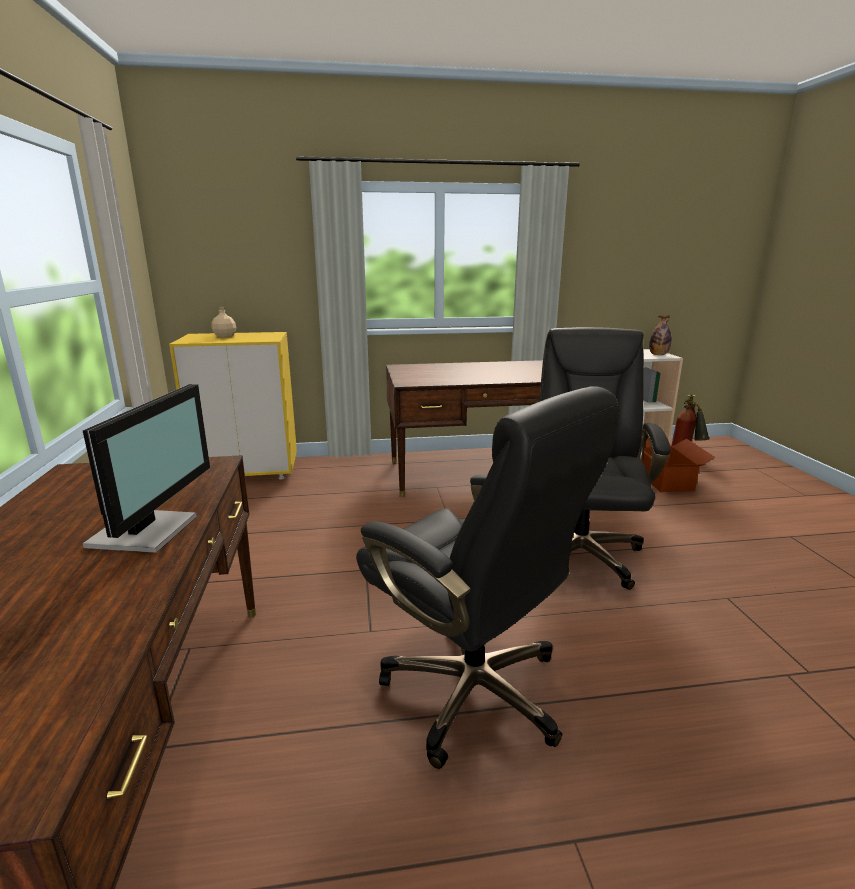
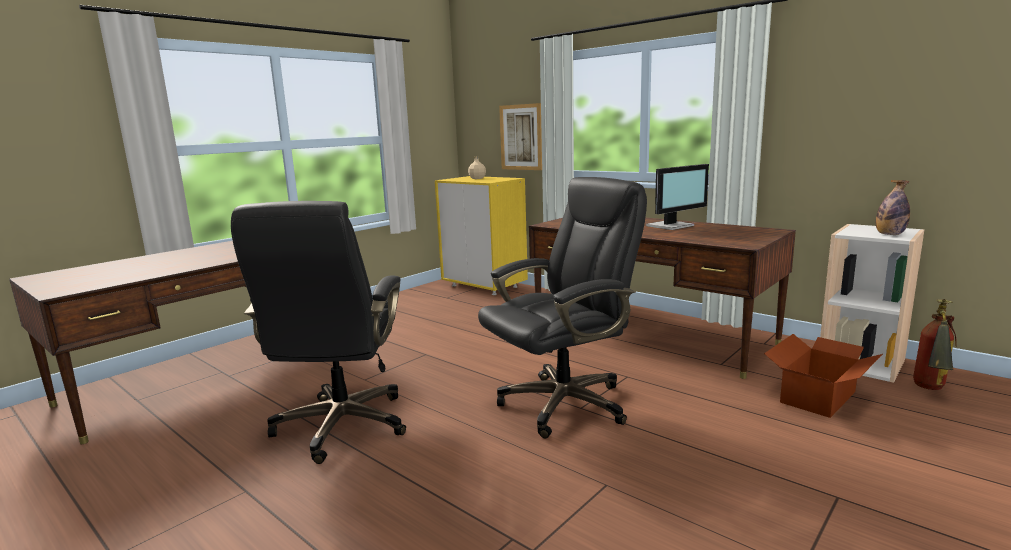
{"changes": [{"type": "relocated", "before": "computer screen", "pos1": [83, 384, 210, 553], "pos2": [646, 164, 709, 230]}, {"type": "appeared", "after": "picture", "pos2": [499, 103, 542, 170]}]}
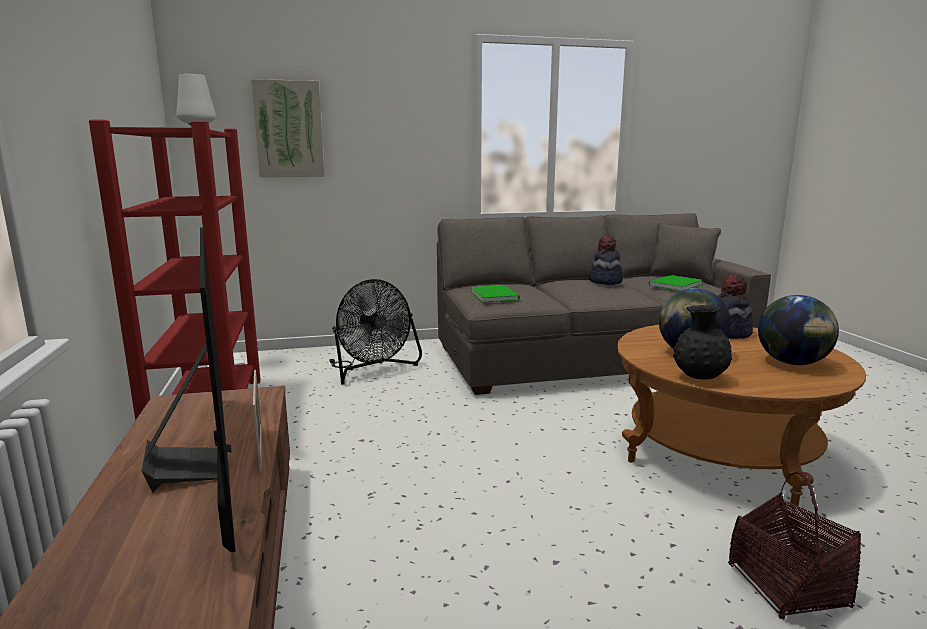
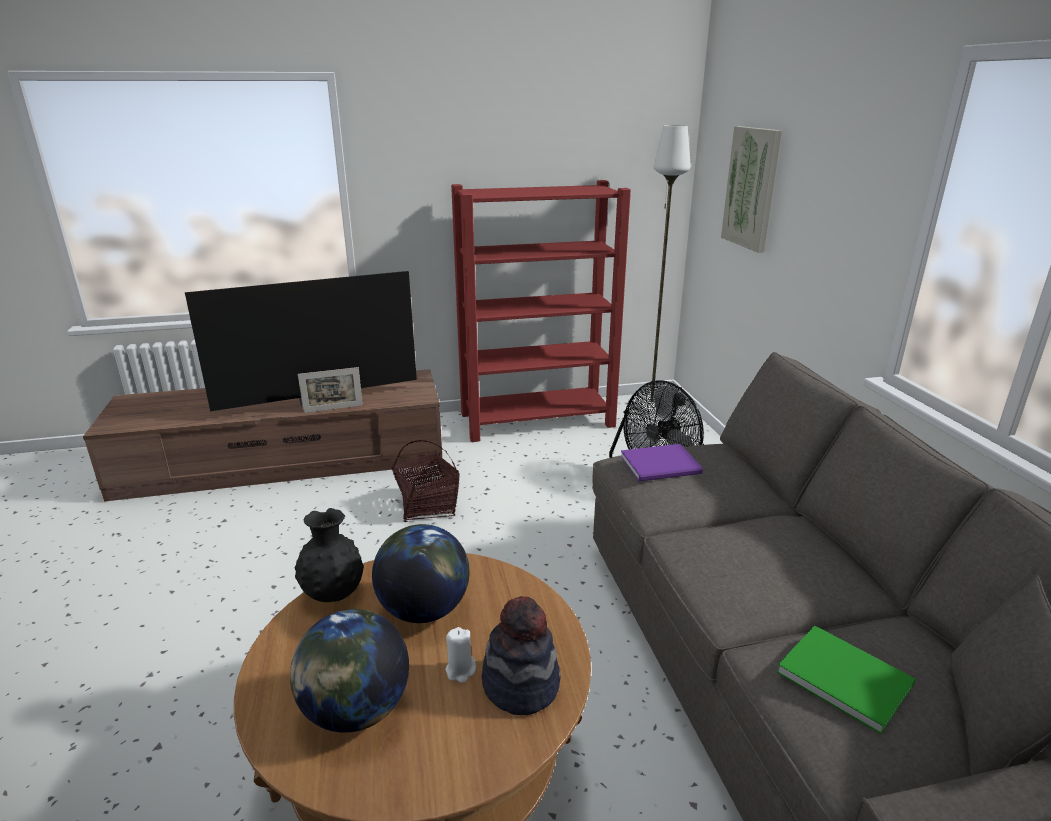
{"changes": [{"type": "missing", "before": "clothing hat", "pos1": [589, 235, 623, 285]}, {"type": "colour", "before": "green-coloured volume", "after": "purple-coloured volume", "pos1": [471, 285, 520, 302], "pos2": [620, 444, 703, 481]}, {"type": "relocated", "before": "household basket", "pos1": [728, 471, 861, 619], "pos2": [391, 440, 460, 522]}, {"type": "appeared", "after": "white-coloured wax candle", "pos2": [445, 627, 476, 683]}]}
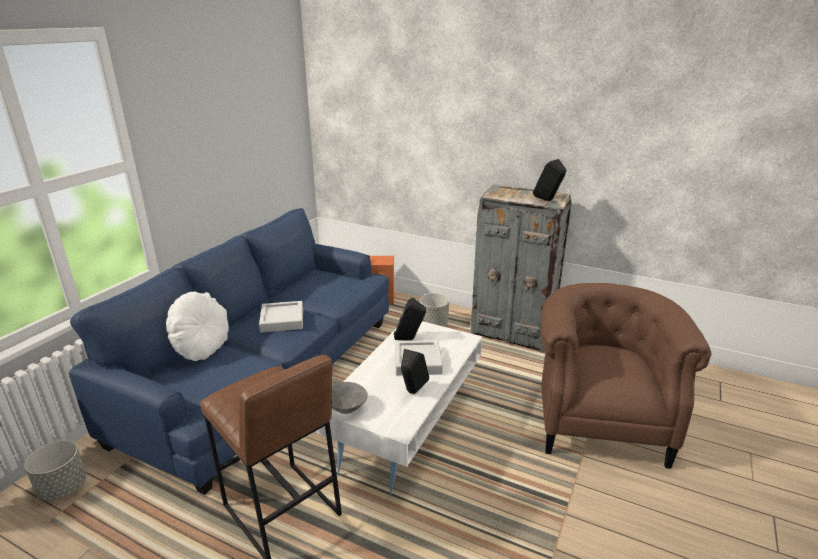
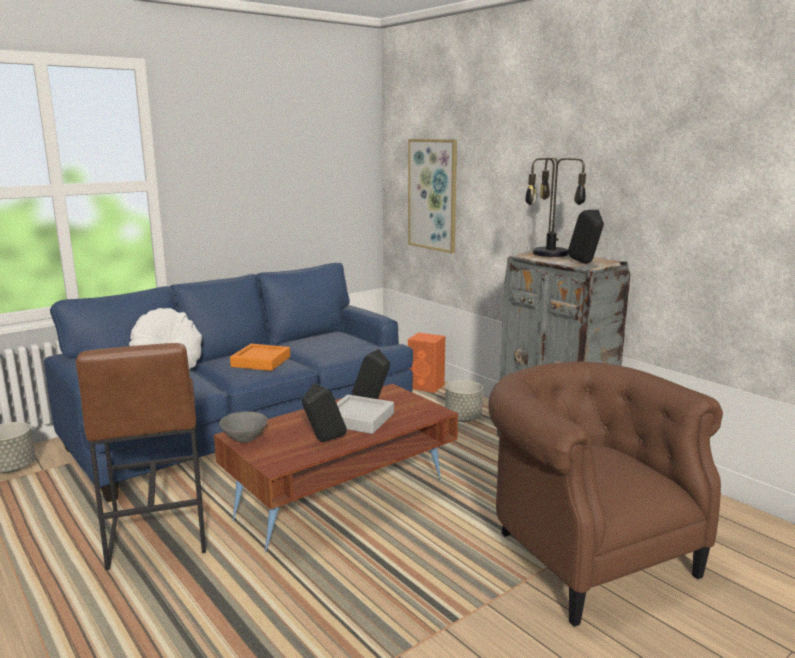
{"changes": [{"type": "spun", "before": "brownish armchair", "pos1": [541, 283, 712, 469], "pos2": [488, 361, 723, 627], "turn": -60}, {"type": "colour", "before": "gray serving tray", "after": "orange-coloured serving tray", "pos1": [259, 301, 303, 333], "pos2": [230, 344, 290, 371]}, {"type": "colour", "before": "white-coloured low table", "after": "brownish low table", "pos1": [316, 321, 482, 497], "pos2": [214, 384, 458, 553]}, {"type": "appeared", "after": "picture", "pos2": [408, 139, 457, 253]}, {"type": "appeared", "after": "lamp for a table", "pos2": [525, 157, 586, 257]}]}
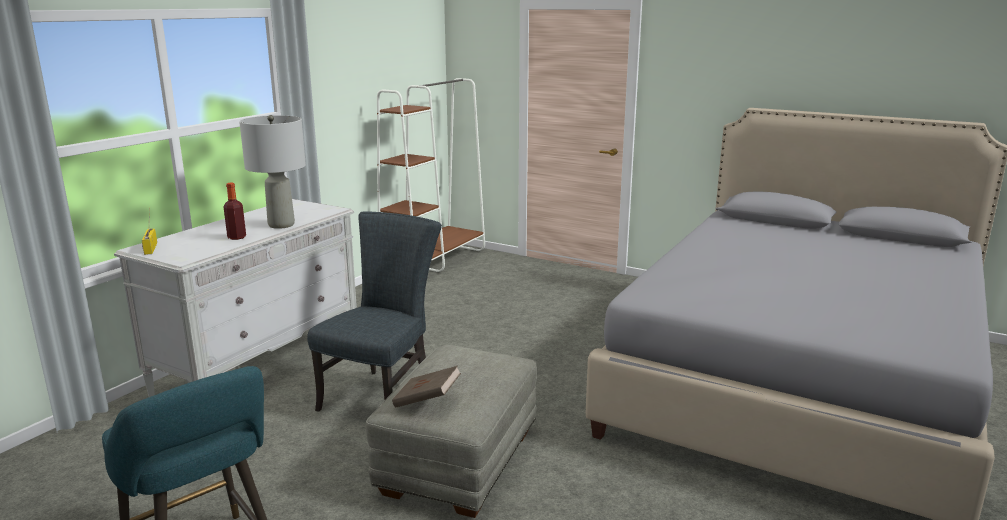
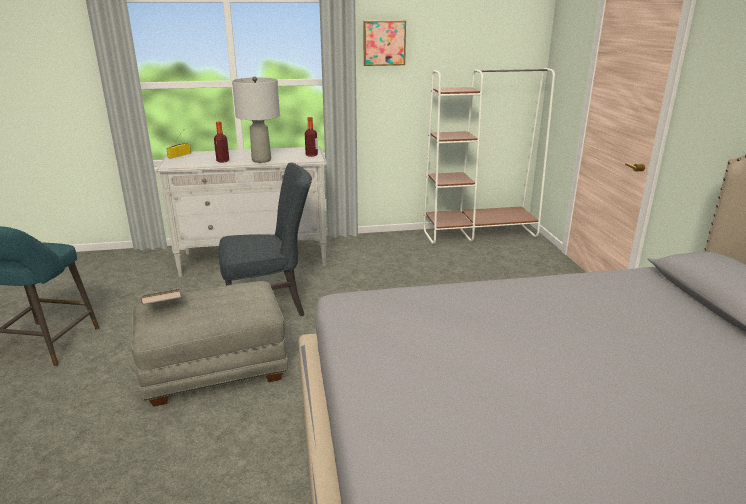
{"changes": [{"type": "appeared", "after": "picture", "pos2": [363, 20, 406, 66]}, {"type": "appeared", "after": "drink bottle", "pos2": [305, 117, 318, 157]}]}
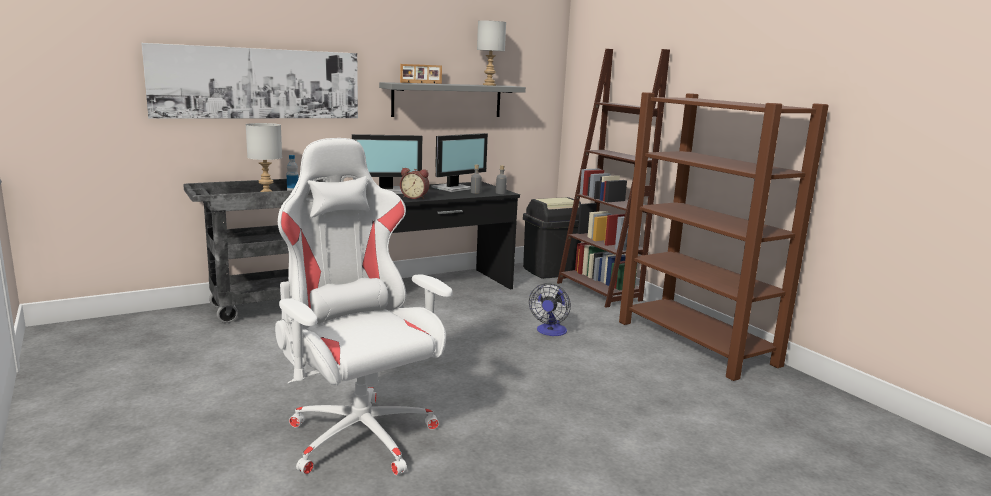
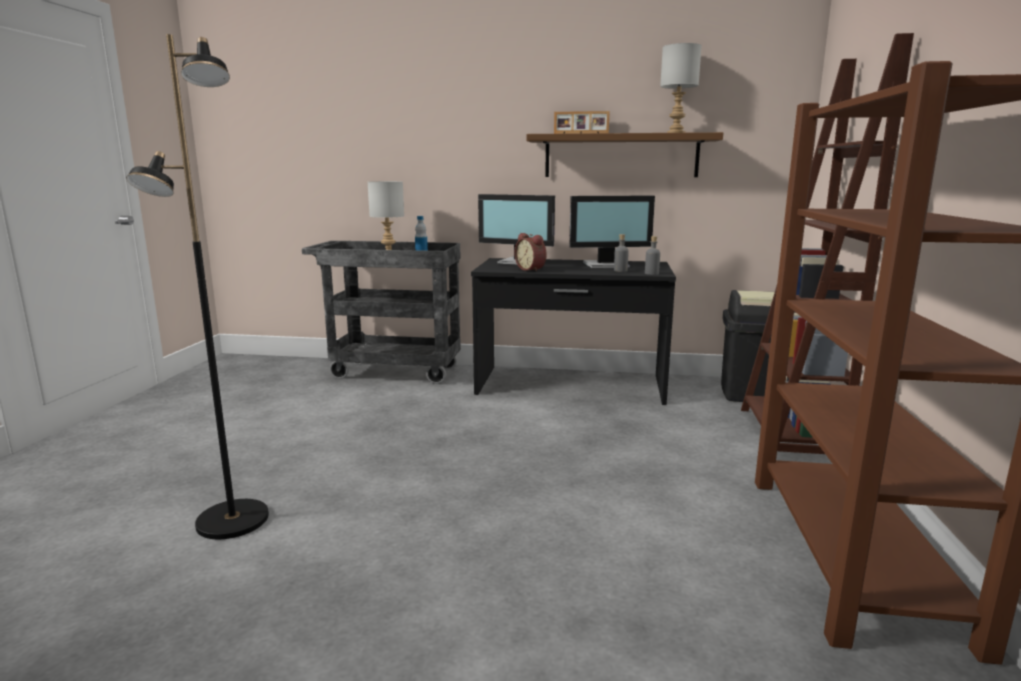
{"changes": [{"type": "missing", "before": "picture", "pos1": [141, 43, 358, 119]}, {"type": "colour", "before": "gray shelf", "after": "brownish shelf", "pos1": [379, 82, 526, 117], "pos2": [526, 132, 723, 177]}, {"type": "exchanged", "before": "white-coloured computer chair", "after": "black-coloured standing lamp", "pos1": [275, 138, 452, 475], "pos2": [126, 34, 269, 539]}, {"type": "missing", "before": "fan", "pos1": [529, 283, 571, 336]}]}
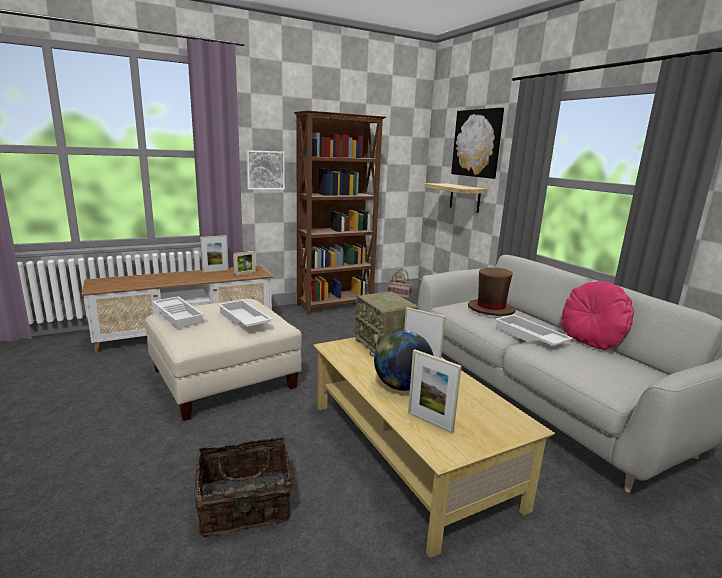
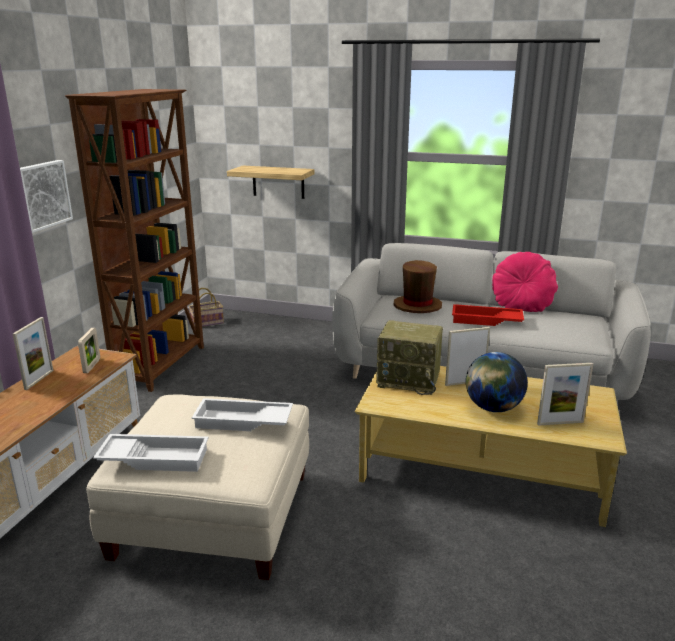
{"changes": [{"type": "missing", "before": "picture", "pos1": [451, 107, 504, 179]}, {"type": "colour", "before": "white-coloured serving tray", "after": "reddish serving tray", "pos1": [495, 314, 573, 346], "pos2": [452, 304, 524, 326]}, {"type": "missing", "before": "household basket", "pos1": [195, 437, 293, 537]}]}
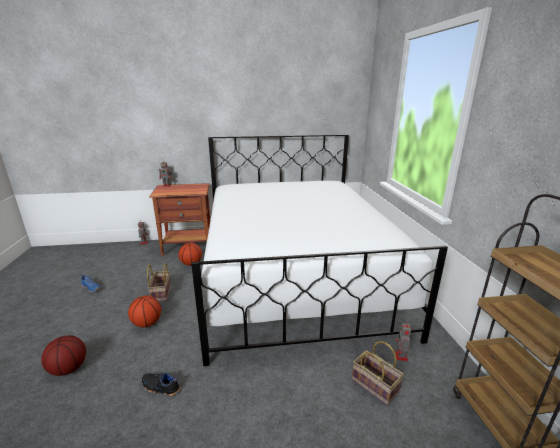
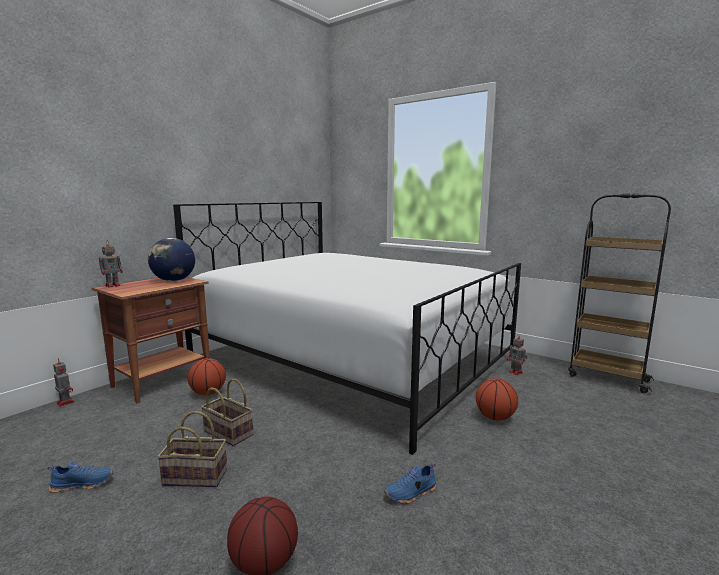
{"changes": [{"type": "relocated", "before": "basketball ball", "pos1": [128, 296, 161, 327], "pos2": [476, 378, 518, 421]}, {"type": "relocated", "before": "household basket", "pos1": [352, 341, 404, 406], "pos2": [157, 411, 227, 487]}, {"type": "colour", "before": "black-coloured low shoe", "after": "blue low shoe", "pos1": [142, 373, 181, 396], "pos2": [384, 463, 437, 504]}, {"type": "appeared", "after": "desk globe", "pos2": [148, 238, 195, 281]}]}
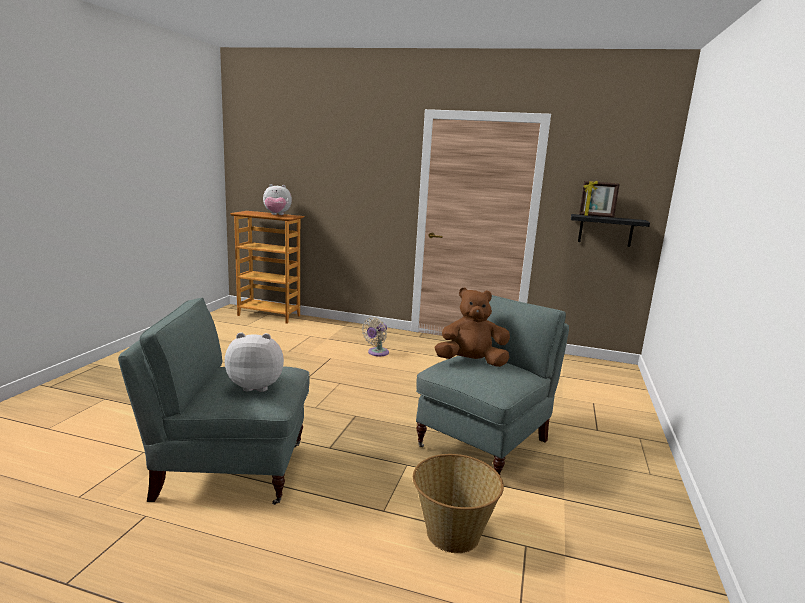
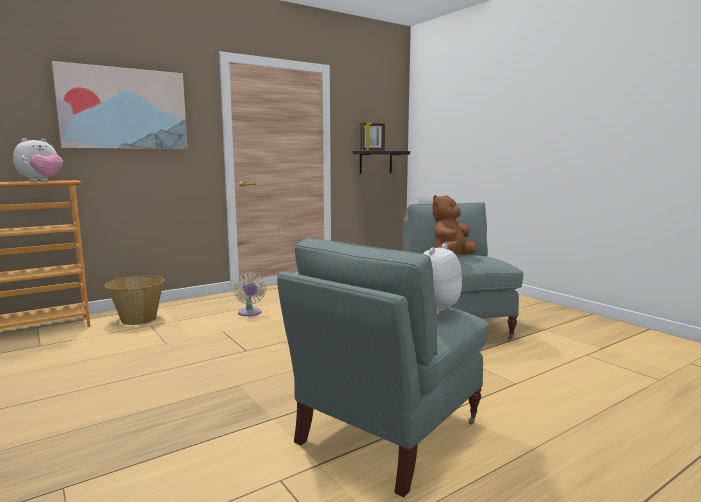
{"changes": [{"type": "relocated", "before": "household basket", "pos1": [413, 454, 504, 553], "pos2": [104, 276, 164, 325]}, {"type": "appeared", "after": "picture", "pos2": [52, 61, 188, 149]}]}
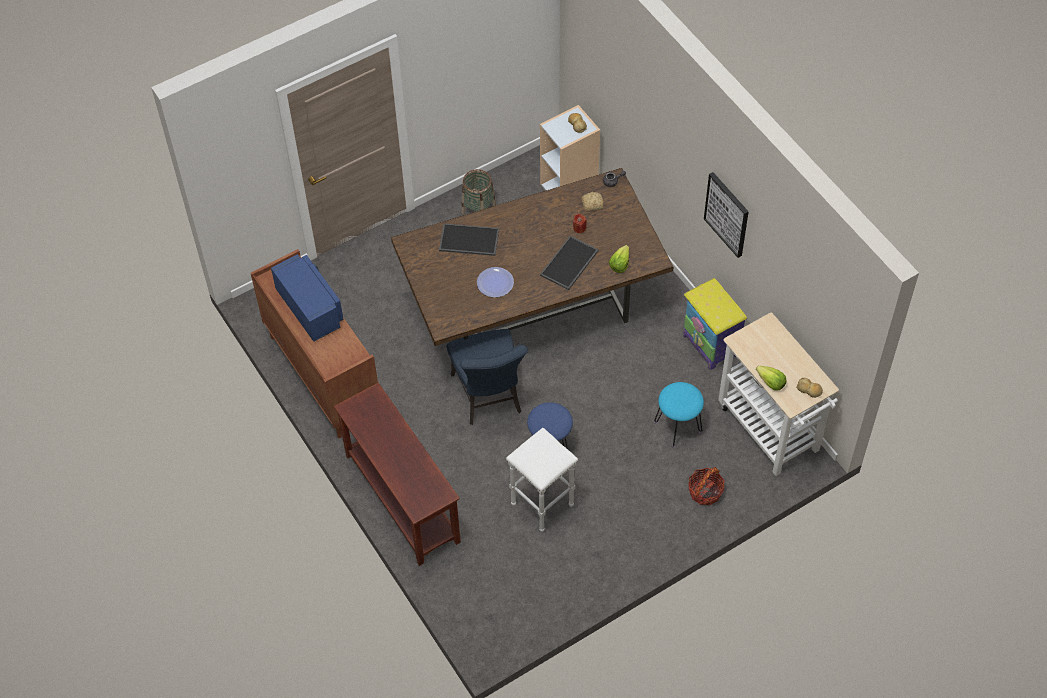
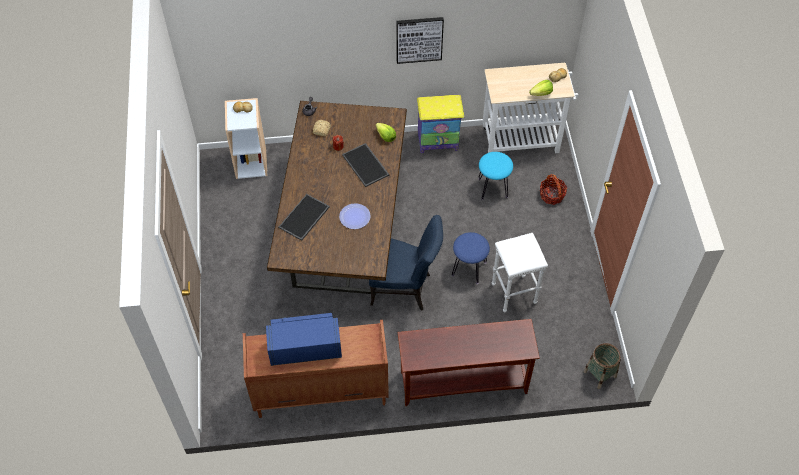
{"changes": [{"type": "relocated", "before": "household basket", "pos1": [461, 169, 496, 214], "pos2": [583, 343, 621, 389]}]}
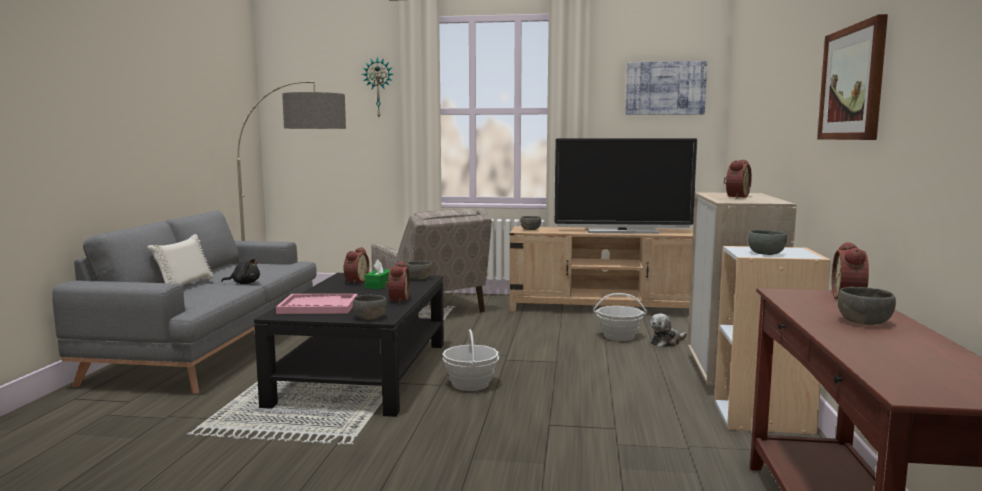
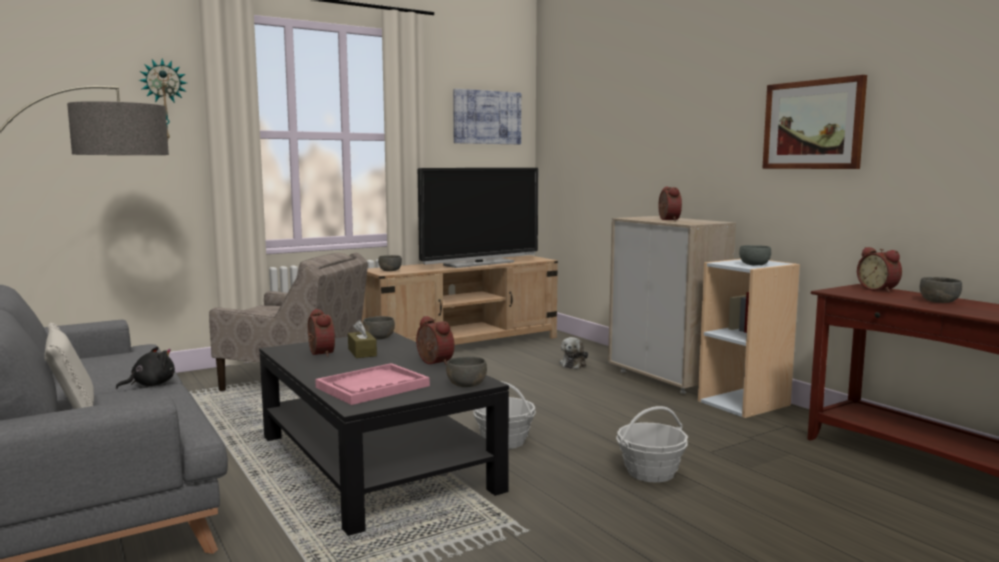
{"changes": [{"type": "colour", "before": "green-coloured tissue holder", "after": "brownish tissue holder", "pos1": [365, 259, 390, 289], "pos2": [348, 320, 377, 358]}, {"type": "relocated", "before": "household basket", "pos1": [593, 293, 647, 341], "pos2": [616, 406, 688, 483]}]}
